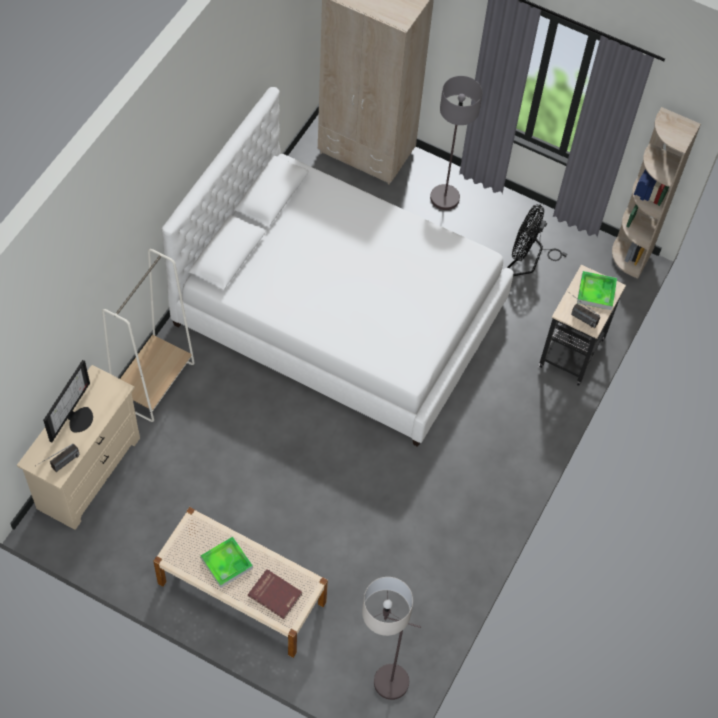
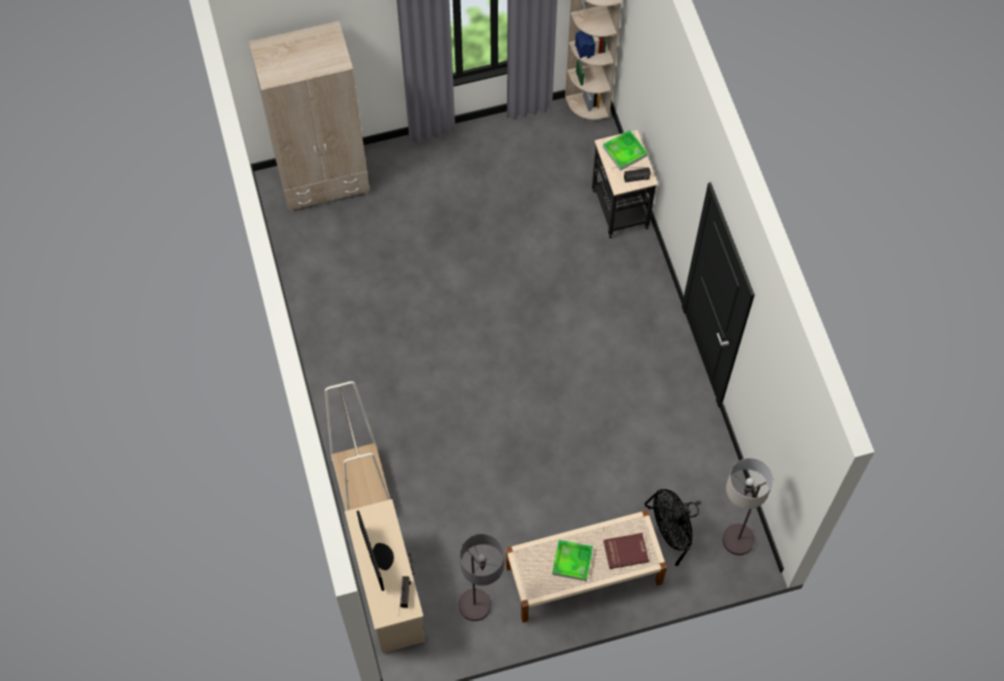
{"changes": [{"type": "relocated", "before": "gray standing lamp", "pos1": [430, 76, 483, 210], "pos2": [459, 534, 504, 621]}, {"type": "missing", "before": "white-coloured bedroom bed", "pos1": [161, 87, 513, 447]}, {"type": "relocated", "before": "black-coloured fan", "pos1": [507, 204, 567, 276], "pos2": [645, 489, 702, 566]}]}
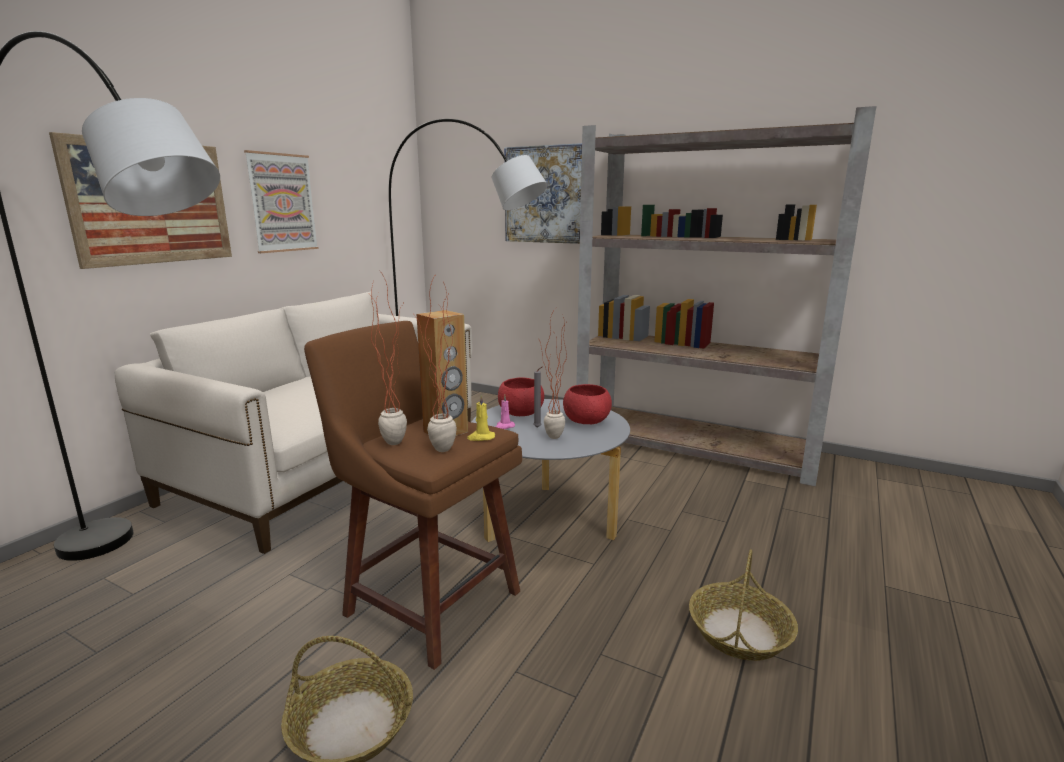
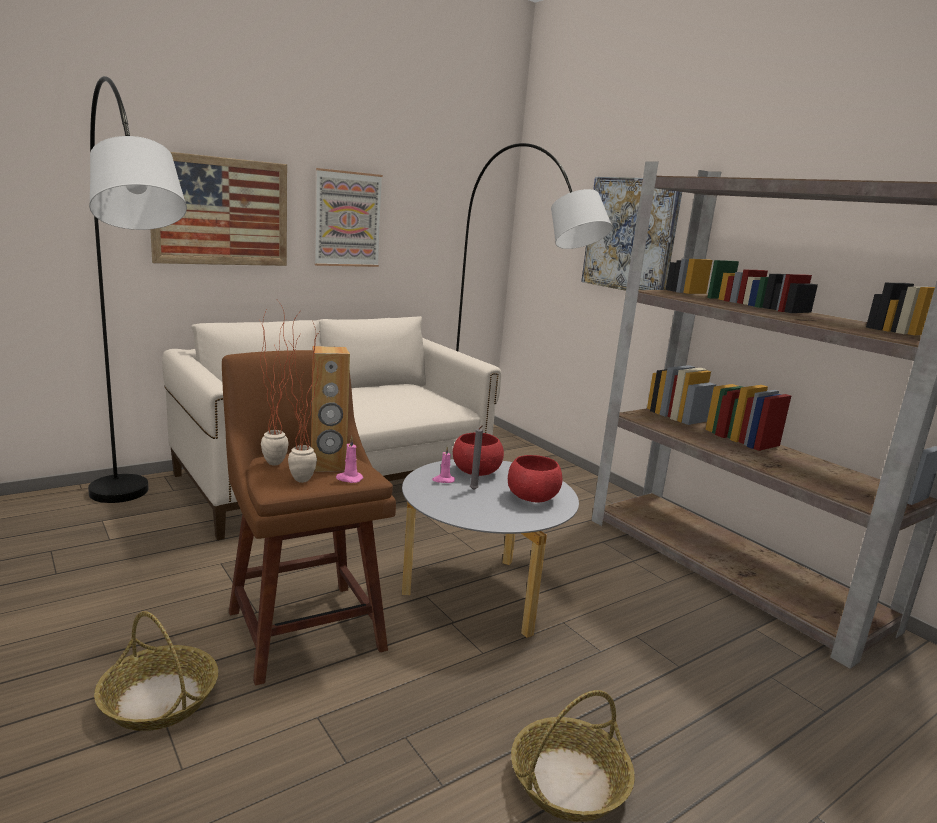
{"changes": [{"type": "missing", "before": "plant in a pot", "pos1": [539, 308, 567, 439]}, {"type": "colour", "before": "yellowish wax candle", "after": "pink-coloured wax candle", "pos1": [467, 395, 495, 441], "pos2": [336, 436, 363, 483]}]}
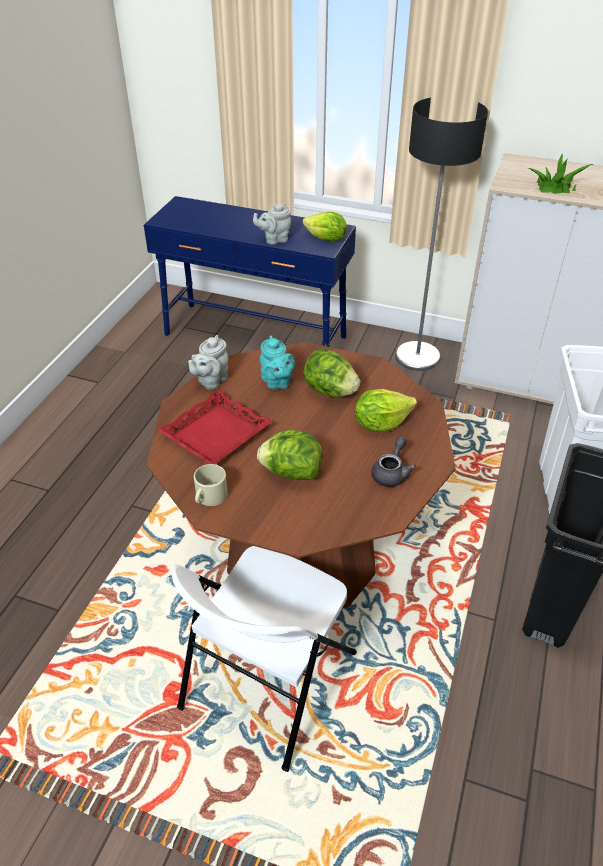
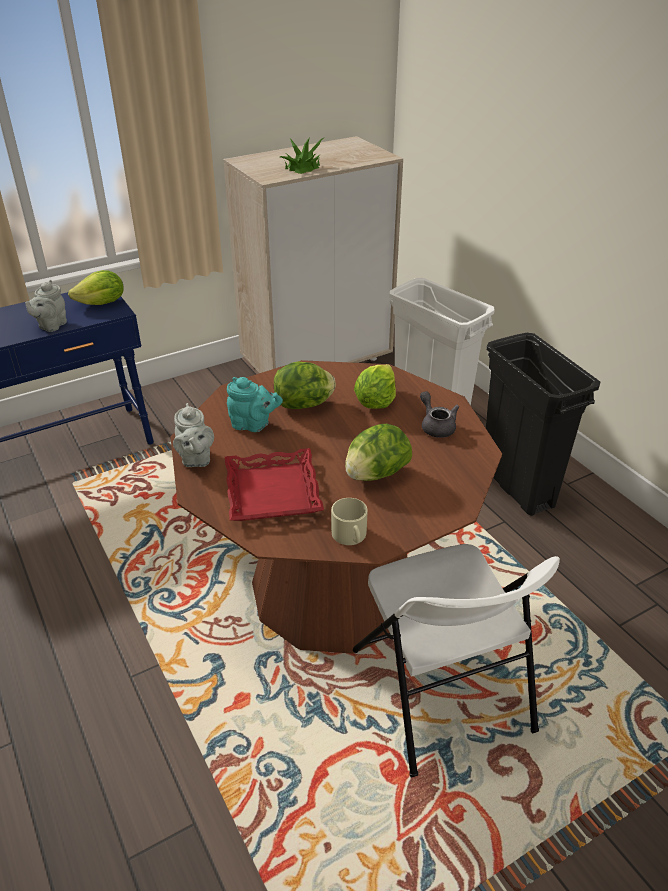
{"changes": [{"type": "missing", "before": "standing lamp", "pos1": [395, 98, 488, 371]}]}
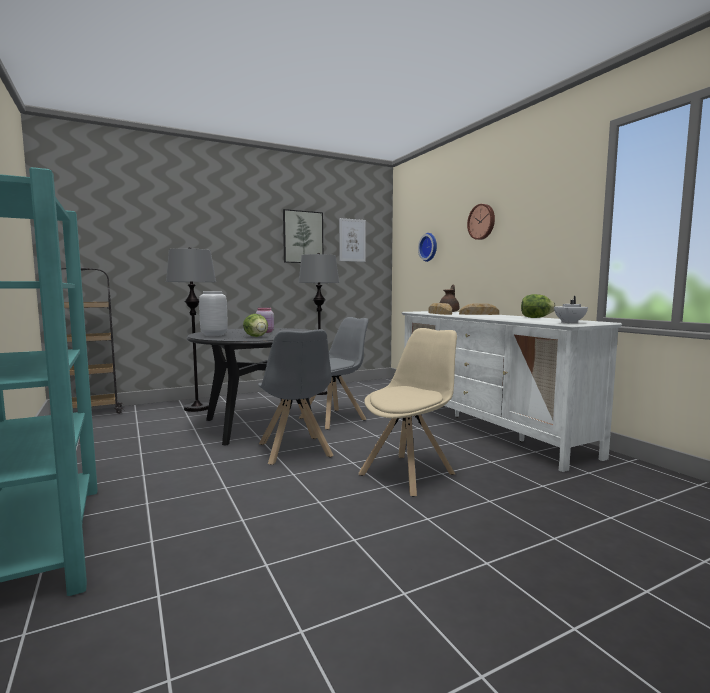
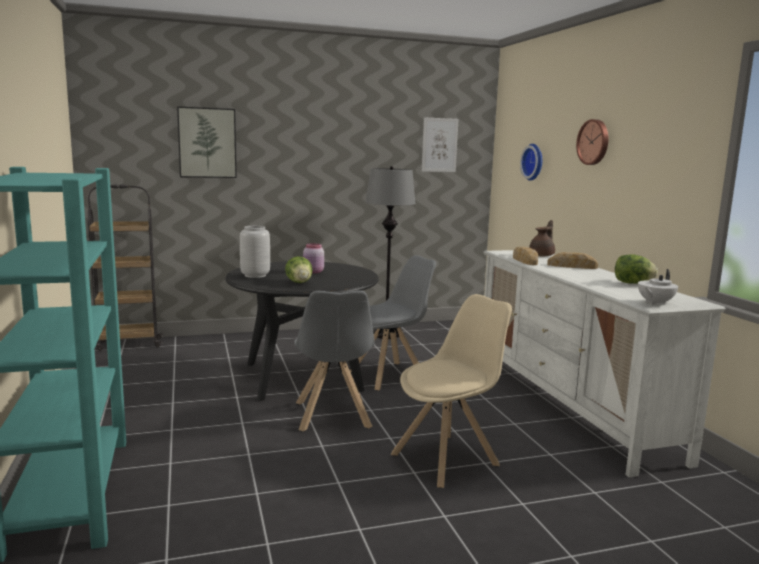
{"changes": [{"type": "relocated", "before": "picture", "pos1": [283, 209, 323, 263], "pos2": [177, 106, 237, 178]}, {"type": "missing", "before": "gray standing lamp", "pos1": [166, 247, 216, 412]}]}
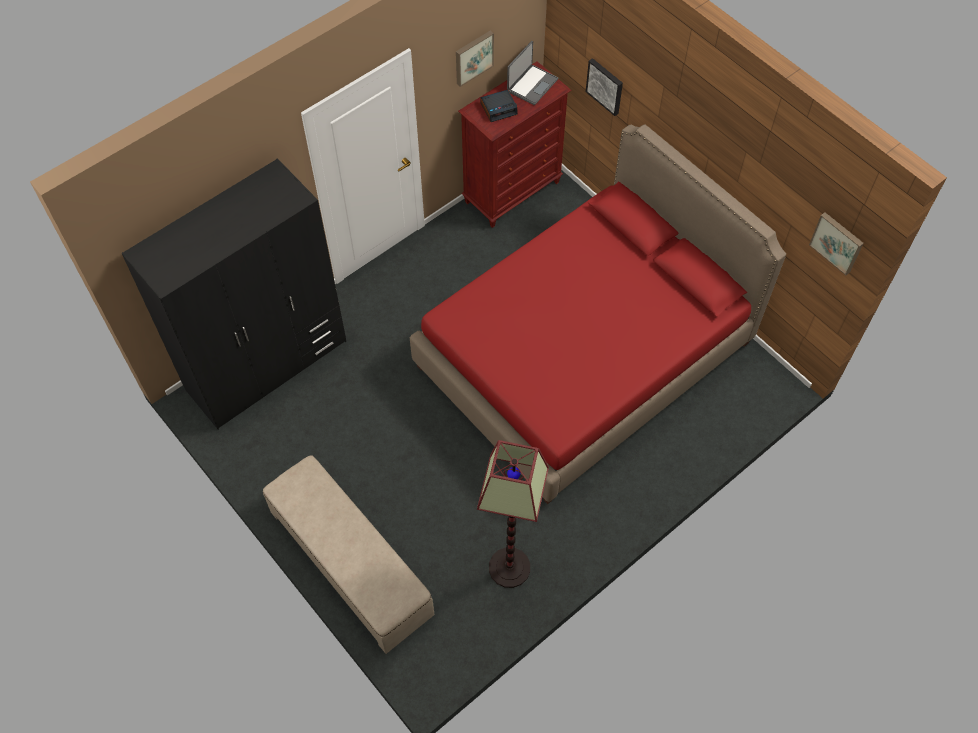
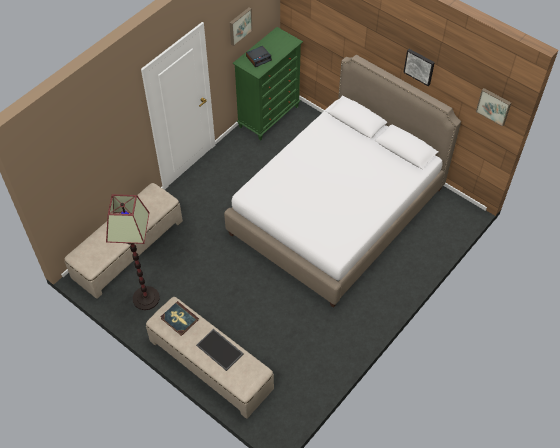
{"changes": [{"type": "missing", "before": "laptop", "pos1": [507, 41, 558, 105]}, {"type": "relocated", "before": "picture", "pos1": [586, 58, 623, 116], "pos2": [403, 49, 435, 86]}, {"type": "colour", "before": "reddish chest of drawers", "after": "green-coloured chest of drawers", "pos1": [458, 61, 571, 228], "pos2": [233, 27, 303, 141]}, {"type": "colour", "before": "reddish bedroom bed", "after": "white-coloured bedroom bed", "pos1": [410, 124, 786, 504], "pos2": [224, 55, 461, 308]}, {"type": "exchanged", "before": "black-coloured clothes cupboard", "after": "beige-coloured indoor bench", "pos1": [122, 158, 346, 430], "pos2": [65, 183, 183, 299]}, {"type": "relocated", "before": "standing lamp", "pos1": [477, 440, 549, 588], "pos2": [106, 194, 160, 310]}, {"type": "appeared", "after": "volume", "pos2": [161, 301, 199, 336]}, {"type": "appeared", "after": "serving tray", "pos2": [196, 329, 244, 371]}]}
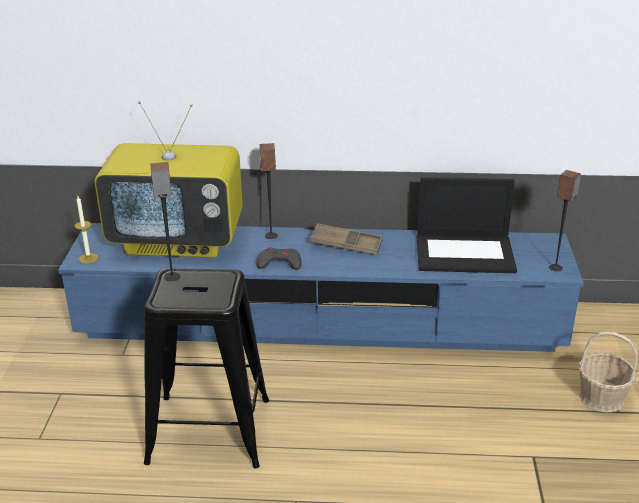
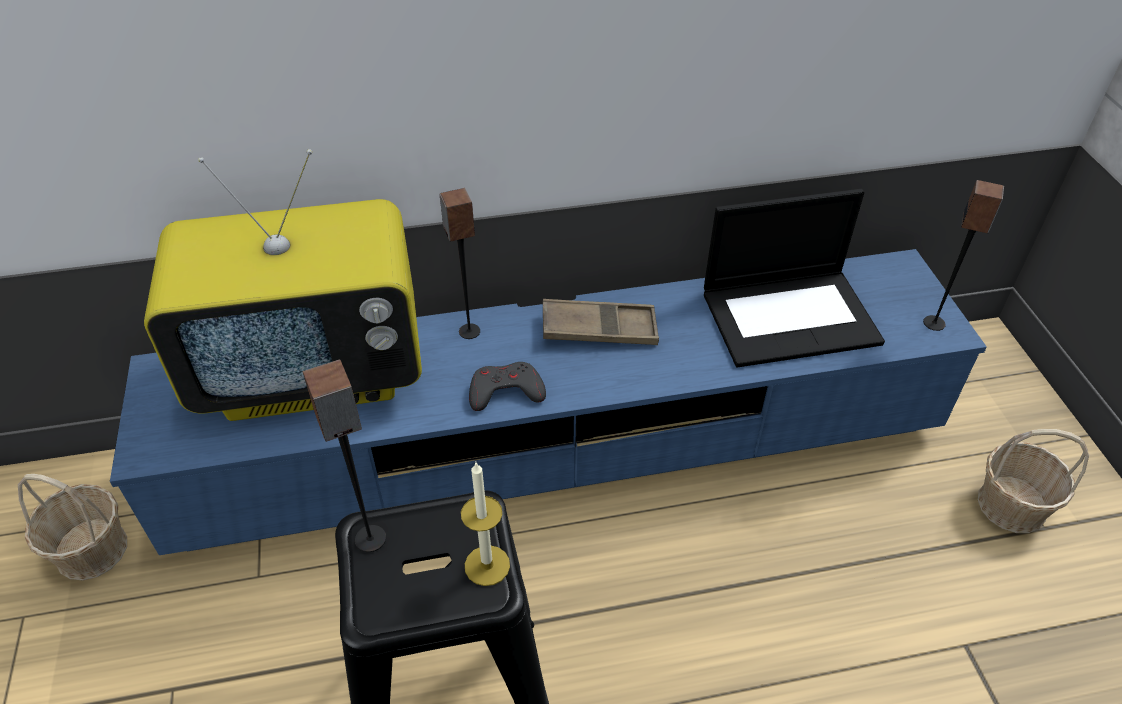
{"changes": [{"type": "relocated", "before": "wax candle", "pos1": [75, 196, 98, 264], "pos2": [461, 463, 510, 586]}, {"type": "appeared", "after": "household basket", "pos2": [18, 474, 127, 580]}]}
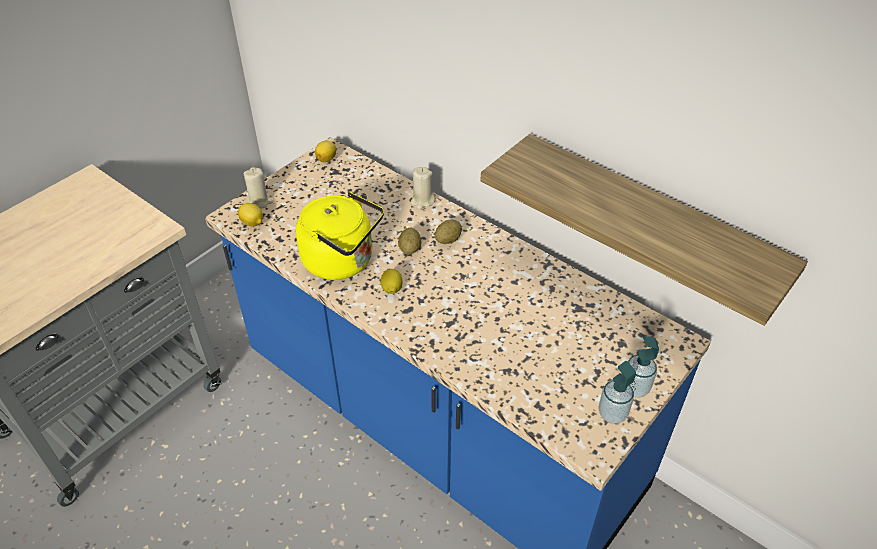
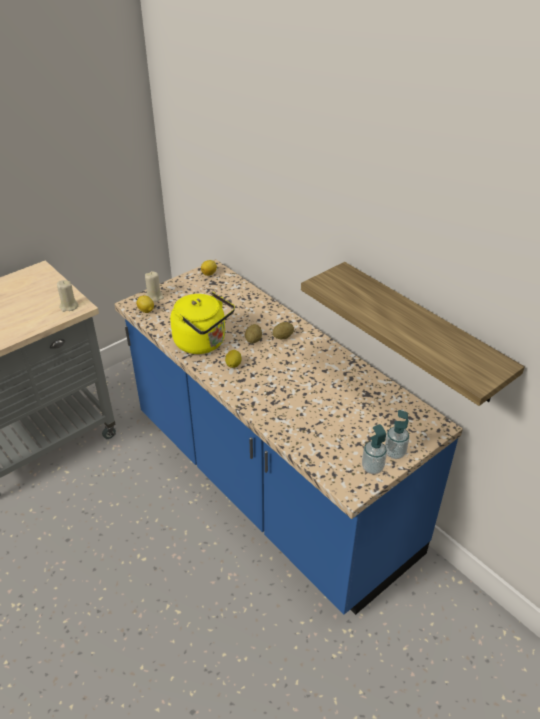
{"changes": [{"type": "relocated", "before": "beige-coloured wax candle", "pos1": [411, 167, 436, 209], "pos2": [57, 280, 79, 312]}]}
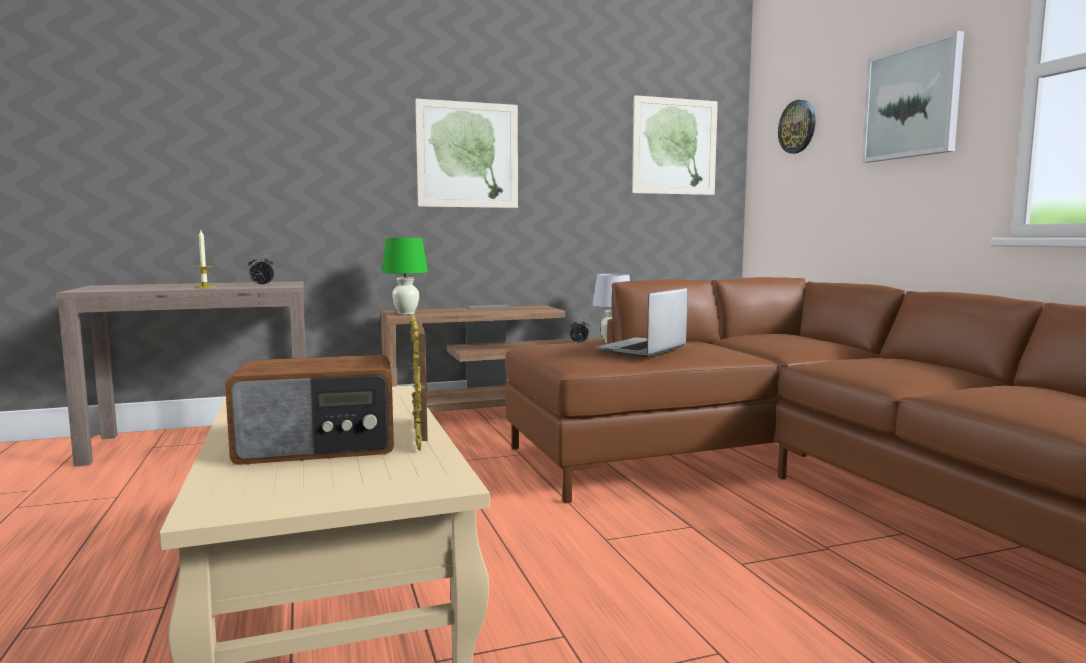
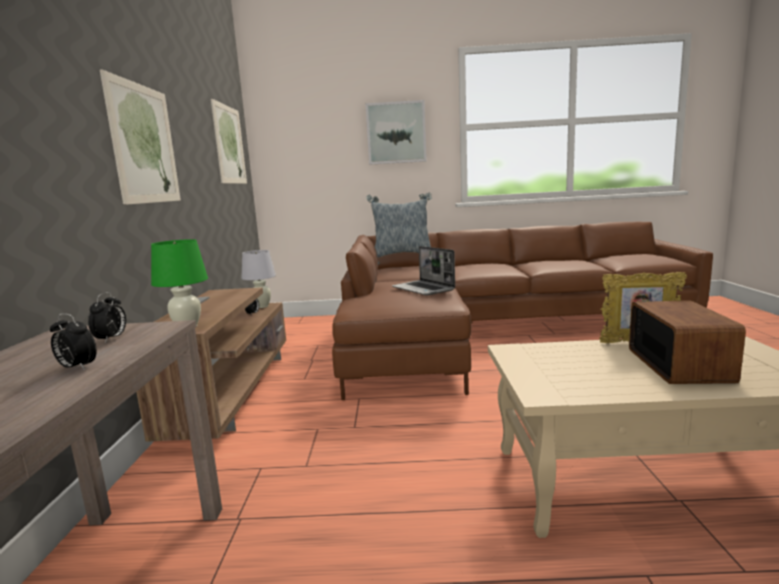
{"changes": [{"type": "missing", "before": "wall clock", "pos1": [778, 100, 815, 154]}, {"type": "exchanged", "before": "wax candle", "after": "table clock", "pos1": [193, 230, 216, 288], "pos2": [50, 313, 97, 370]}, {"type": "appeared", "after": "cushion", "pos2": [366, 193, 432, 264]}]}
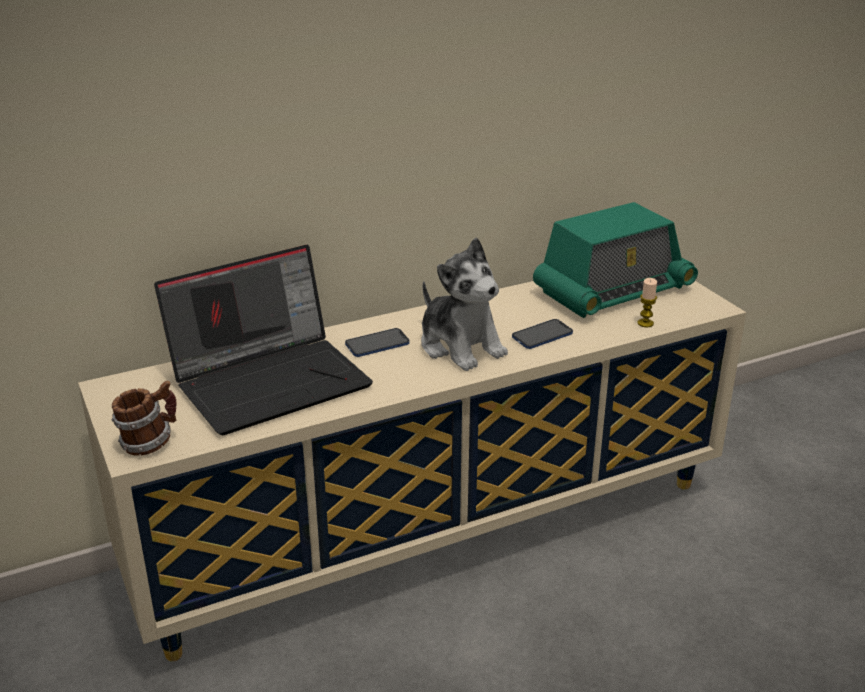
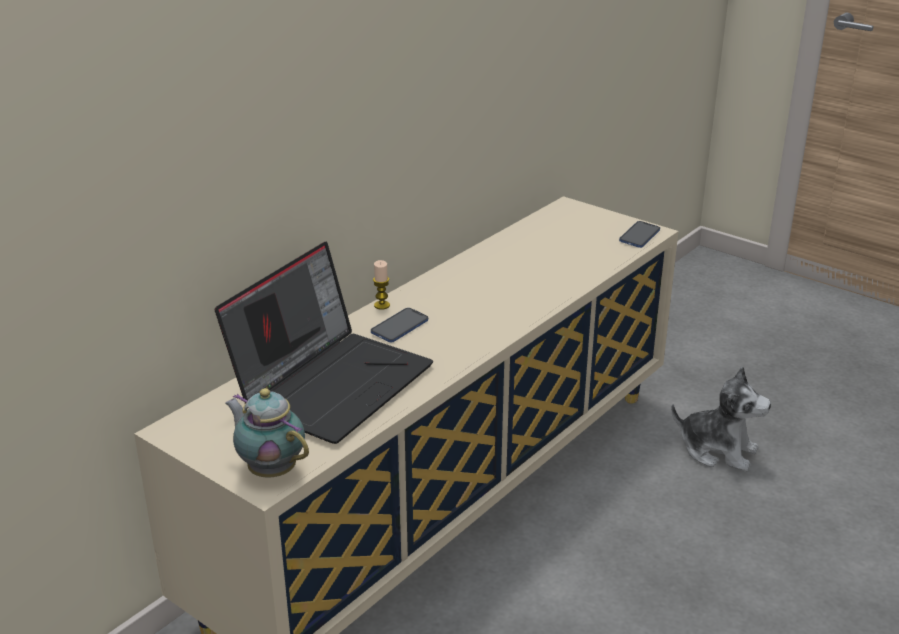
{"changes": [{"type": "missing", "before": "radio set", "pos1": [533, 202, 698, 318]}, {"type": "relocated", "before": "plush toy", "pos1": [421, 237, 508, 371], "pos2": [671, 366, 771, 472]}, {"type": "relocated", "before": "wax candle", "pos1": [637, 278, 657, 327], "pos2": [373, 260, 390, 310]}, {"type": "relocated", "before": "phone", "pos1": [512, 319, 573, 349], "pos2": [619, 221, 660, 248]}, {"type": "exchanged", "before": "mug", "after": "pot for tea", "pos1": [112, 381, 177, 456], "pos2": [225, 388, 309, 477]}]}
